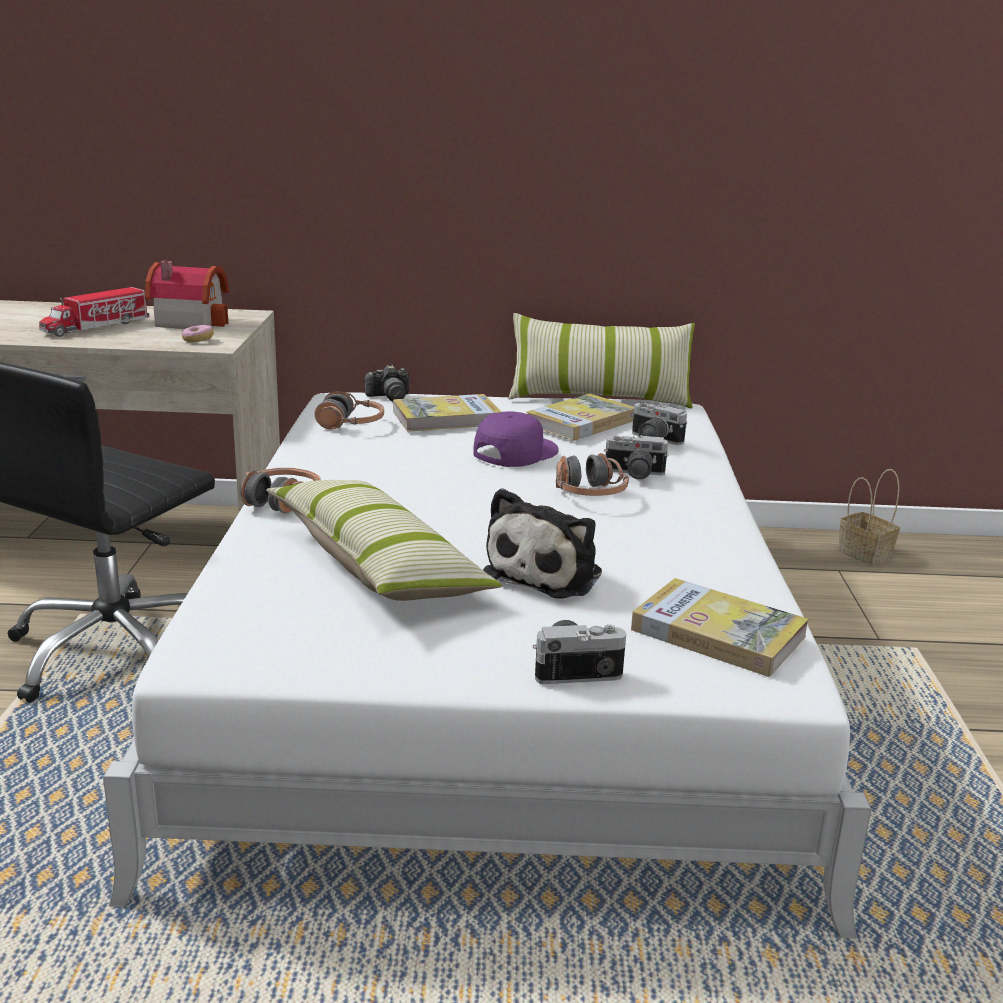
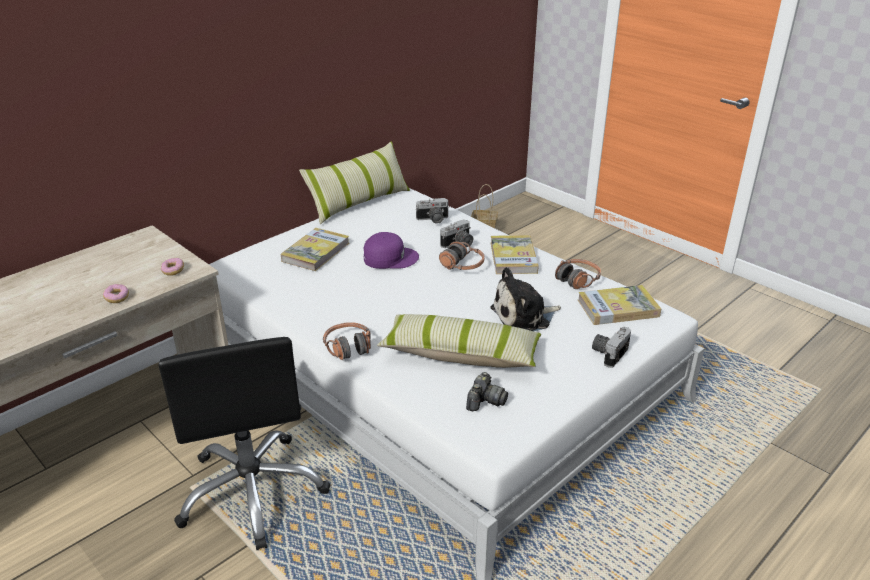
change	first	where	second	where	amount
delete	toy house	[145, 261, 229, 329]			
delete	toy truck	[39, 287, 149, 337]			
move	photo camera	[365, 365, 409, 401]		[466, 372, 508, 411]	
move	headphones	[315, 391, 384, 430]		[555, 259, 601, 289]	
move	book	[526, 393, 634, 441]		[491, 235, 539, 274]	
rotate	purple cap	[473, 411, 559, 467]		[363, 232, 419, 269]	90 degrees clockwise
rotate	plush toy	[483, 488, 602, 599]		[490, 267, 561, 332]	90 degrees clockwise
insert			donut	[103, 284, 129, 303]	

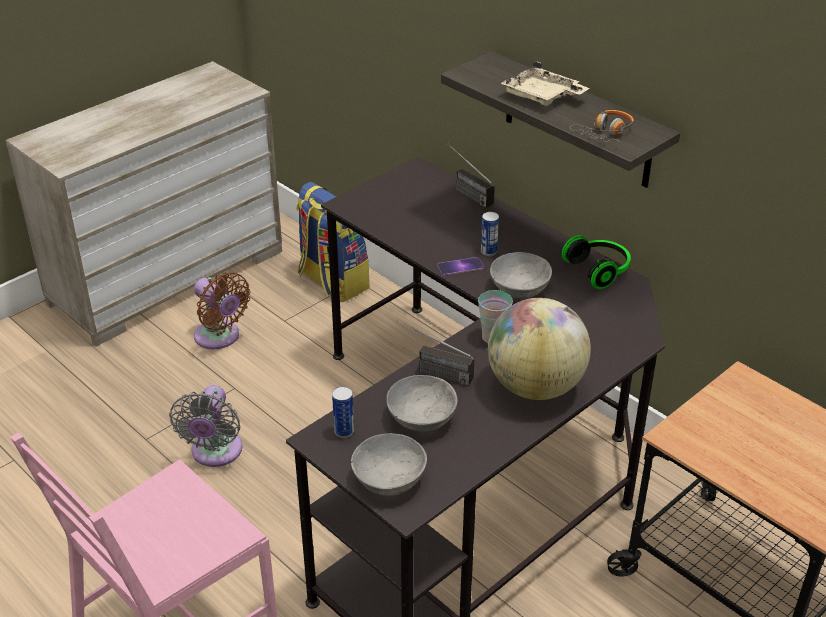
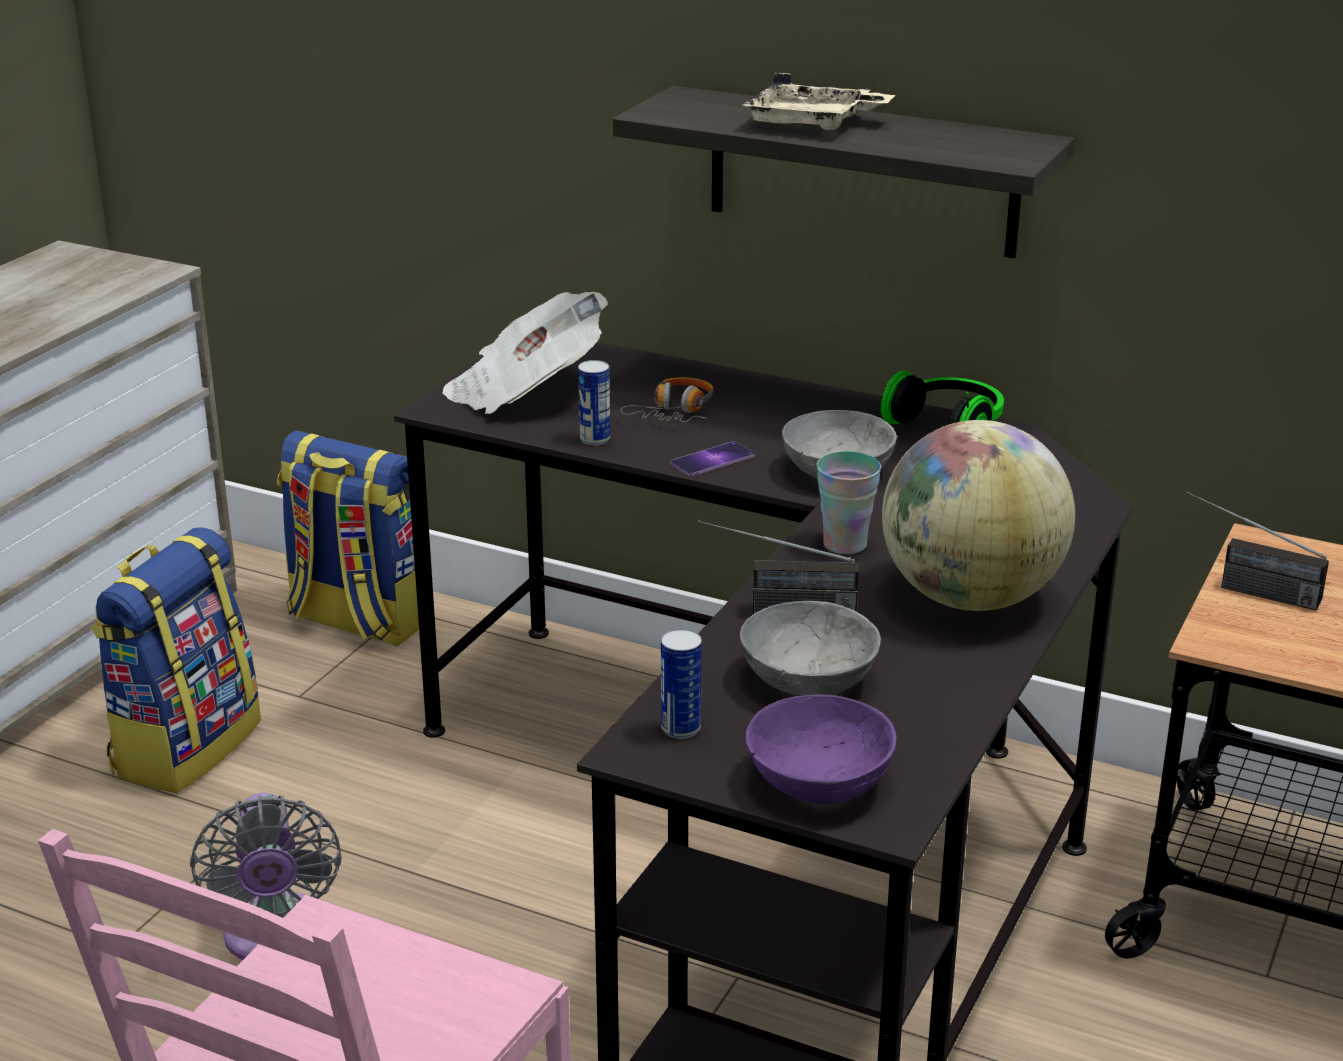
change	first	where	second	where	amount
move	headphones	[570, 110, 634, 142]		[620, 377, 714, 422]	
move	radio	[448, 144, 495, 208]		[1187, 491, 1329, 611]	
move	can	[481, 212, 499, 256]		[578, 360, 610, 446]	
replace	brown fan	[194, 272, 251, 349]	backpack	[91, 527, 261, 793]	
recolor	grey bowl	[351, 433, 427, 496]	purple bowl	[745, 694, 897, 804]	
insert			newspaper	[442, 292, 608, 414]	

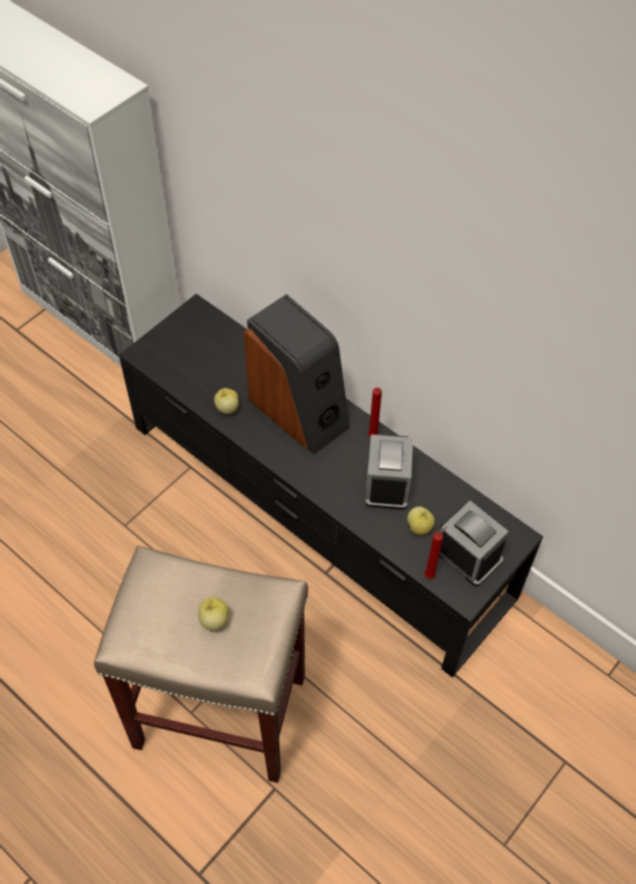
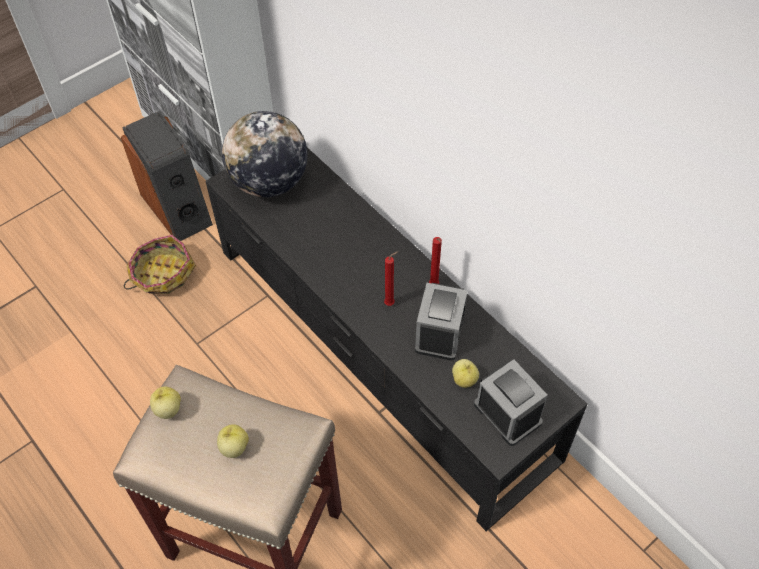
change	first	where	second	where	amount
move	speaker	[244, 294, 350, 454]		[121, 111, 213, 241]	
move	apple	[214, 388, 239, 414]		[150, 386, 181, 419]	
move	red candle	[424, 526, 448, 579]		[384, 251, 398, 306]	
insert			globe	[222, 111, 307, 197]	
insert			basket	[124, 235, 196, 294]	

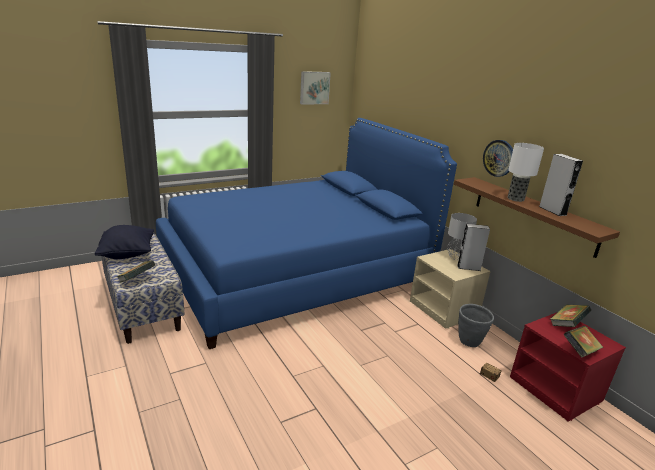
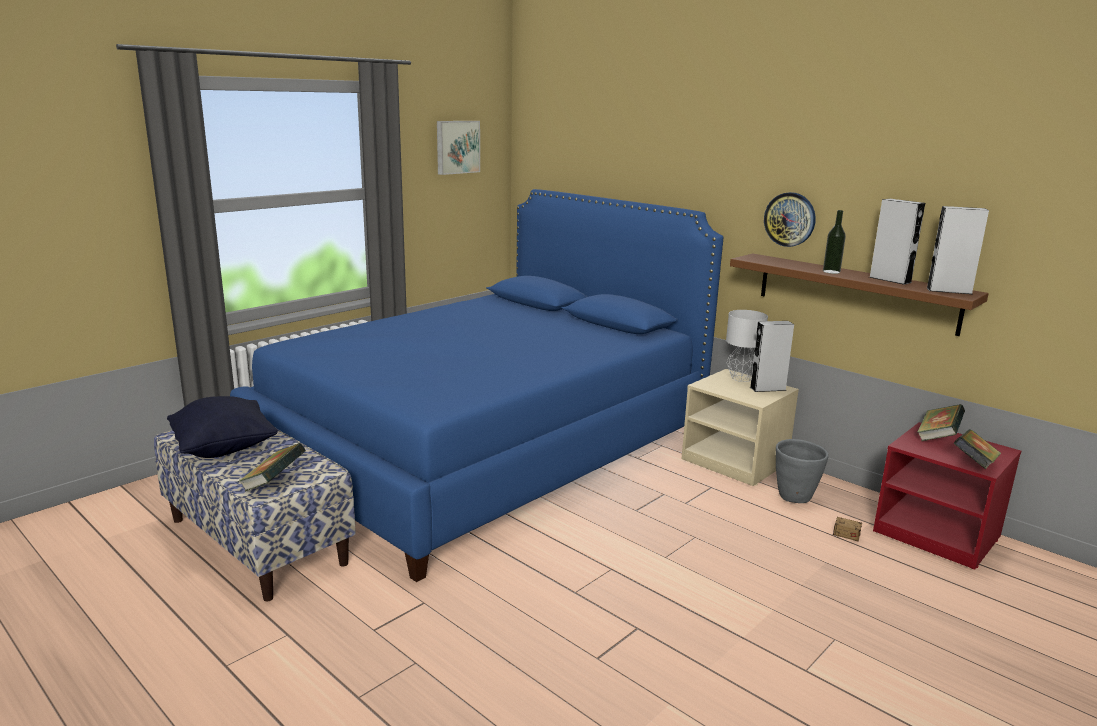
change	first	where	second	where	amount
replace	table lamp	[508, 143, 544, 202]	bottle	[823, 210, 846, 274]	
insert			grey speaker	[927, 206, 989, 294]	

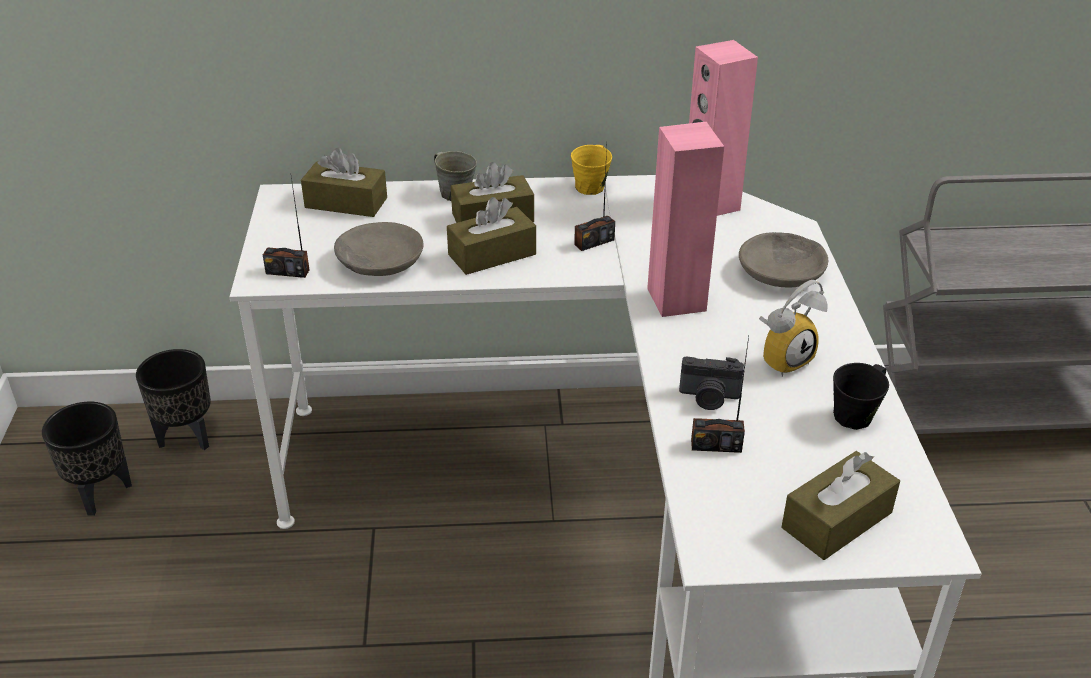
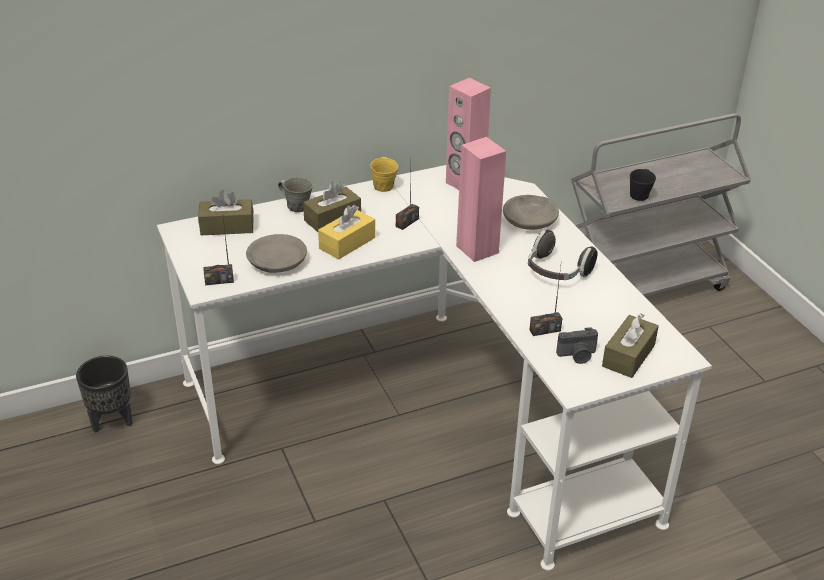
change	first	where	second	where	amount
recolor	brown tissue box	[447, 197, 536, 275]	yellow tissue box	[318, 205, 375, 260]	
replace	alarm clock	[759, 280, 827, 377]	headphones	[528, 230, 597, 280]	
move	photo camera	[679, 357, 744, 410]		[556, 328, 598, 364]	
move	black mug	[833, 363, 889, 430]		[630, 169, 656, 201]	
delete	black planter	[42, 402, 132, 516]			

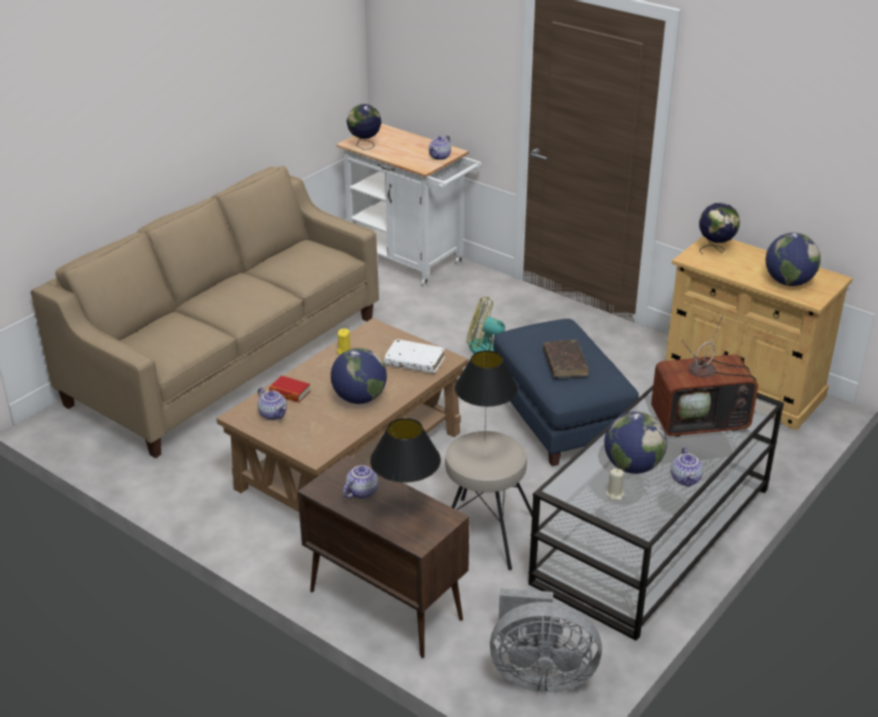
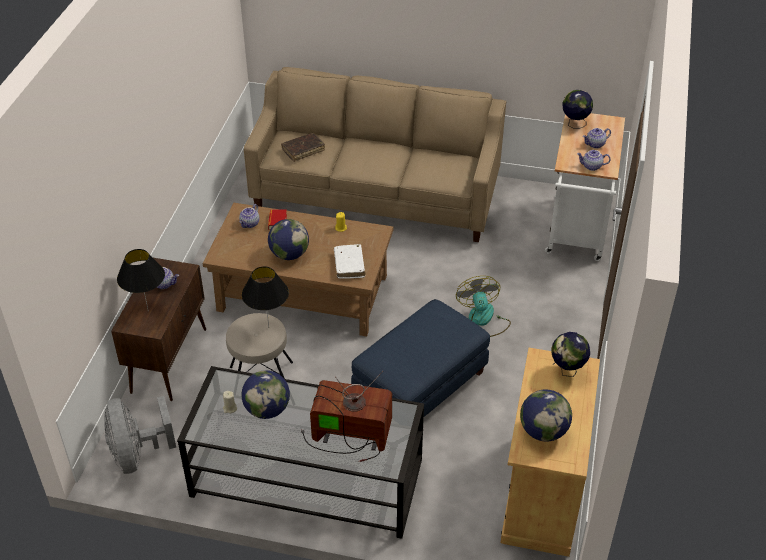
change	first	where	second	where	amount
rotate	television	[651, 315, 758, 437]		[301, 371, 392, 462]	135 degrees clockwise
move	brown book	[543, 340, 588, 378]		[281, 133, 325, 162]	
move	teapot	[671, 447, 703, 487]		[583, 128, 611, 149]	

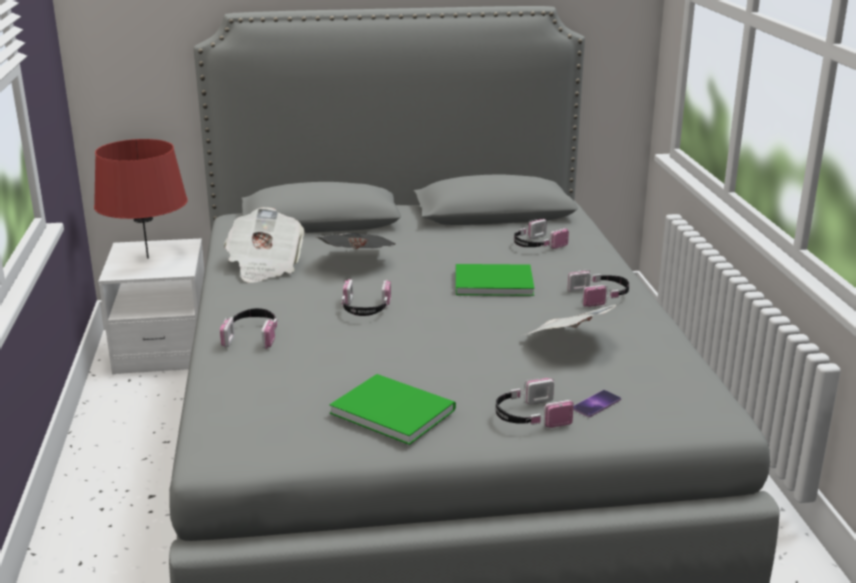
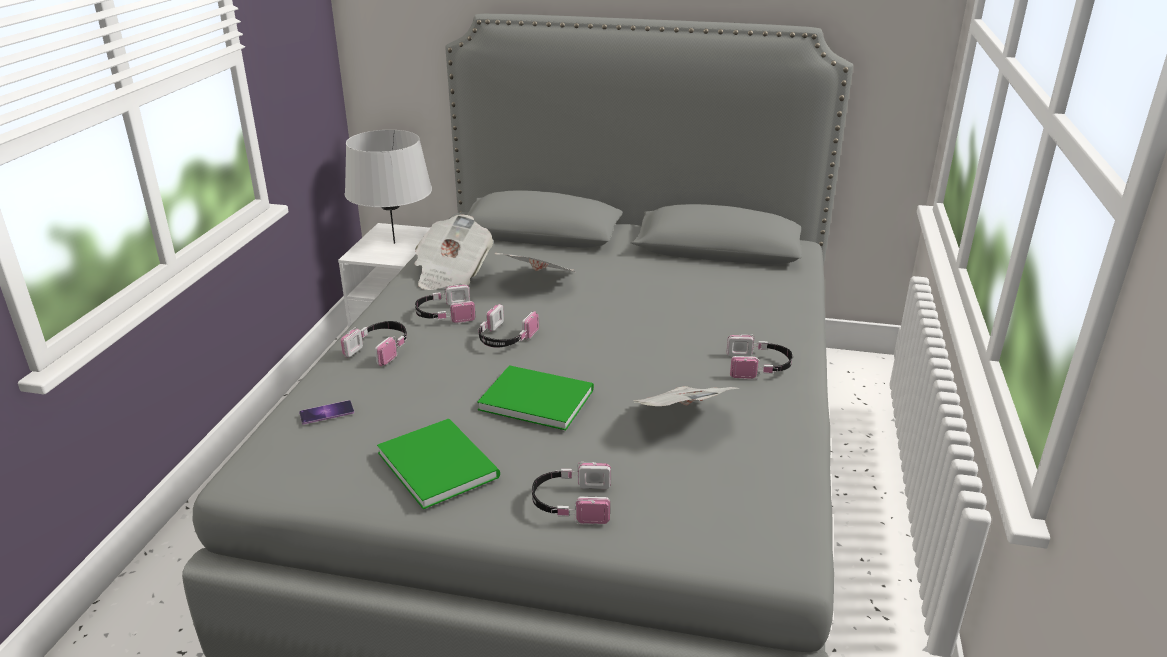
change	first	where	second	where	amount
recolor	red table lamp	[94, 139, 188, 259]	grey table lamp	[345, 130, 432, 244]	
move	headphones	[514, 219, 569, 250]		[415, 284, 475, 324]	
move	green book	[456, 264, 534, 296]		[477, 365, 594, 430]	
move	phone	[573, 390, 621, 417]		[299, 400, 354, 424]	

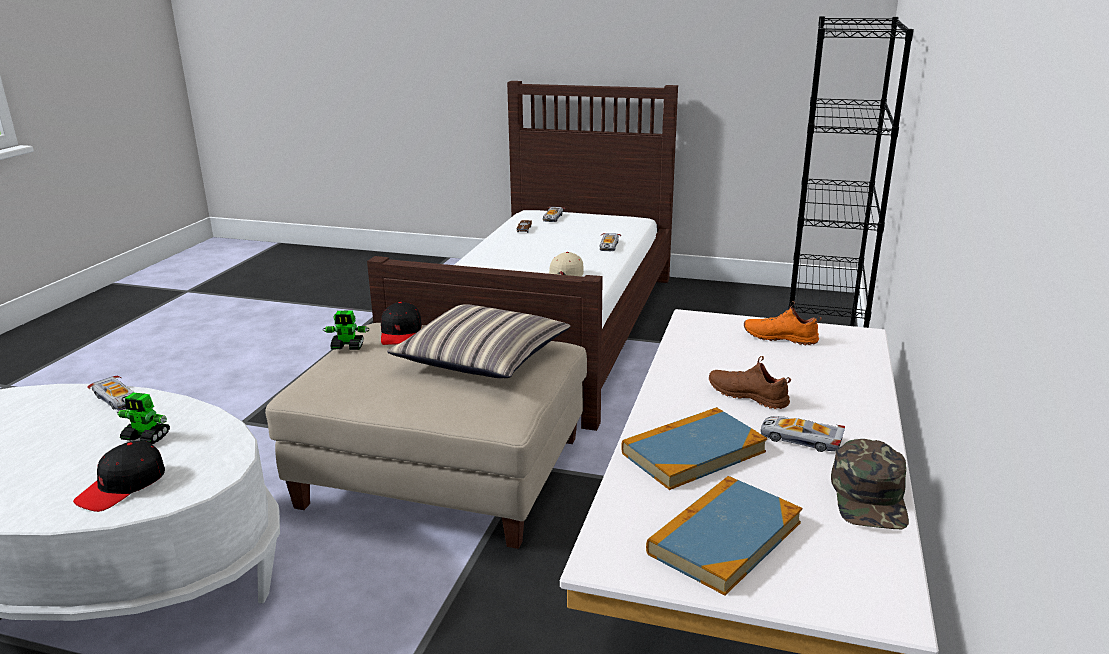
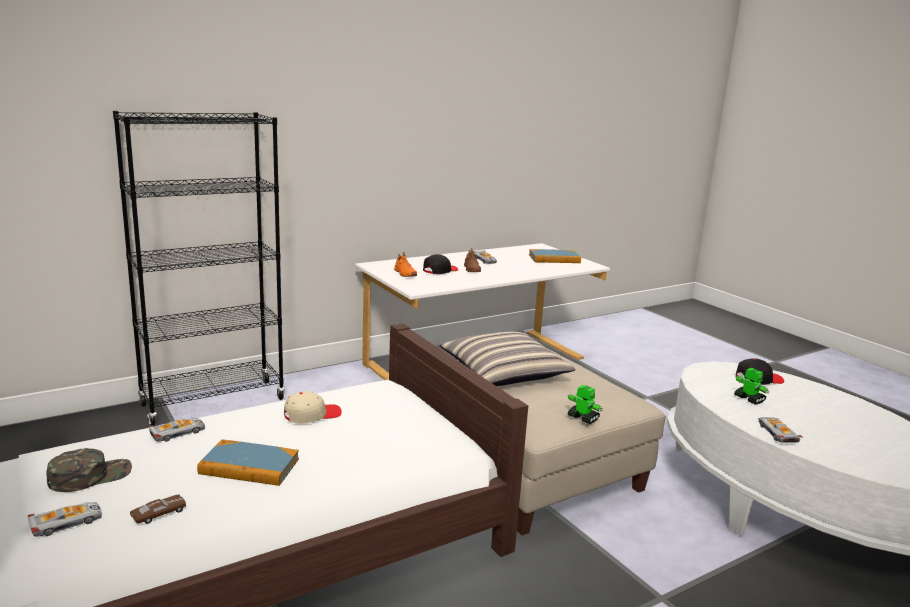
change	first	where	second	where	amount
move	black cap	[381, 302, 422, 345]		[423, 254, 458, 274]	
move	book	[621, 407, 767, 490]		[197, 439, 299, 486]	
move	green cap	[831, 439, 909, 529]		[47, 448, 132, 492]	

